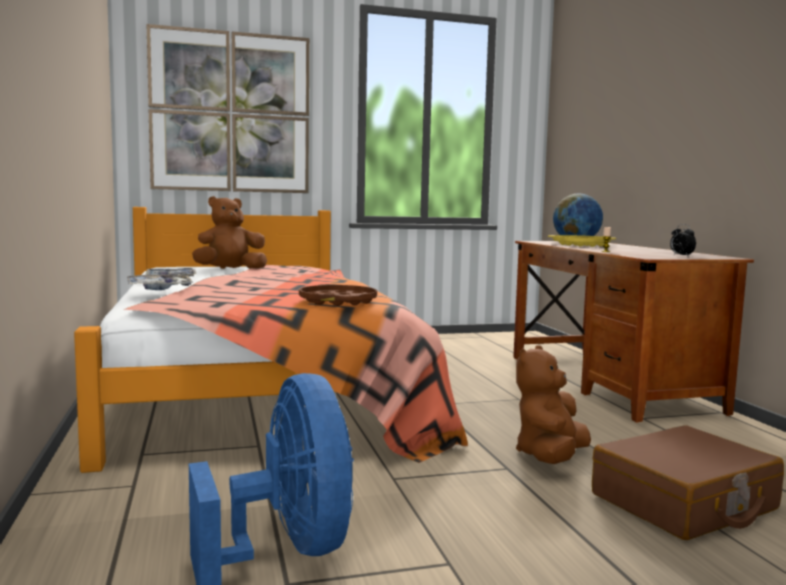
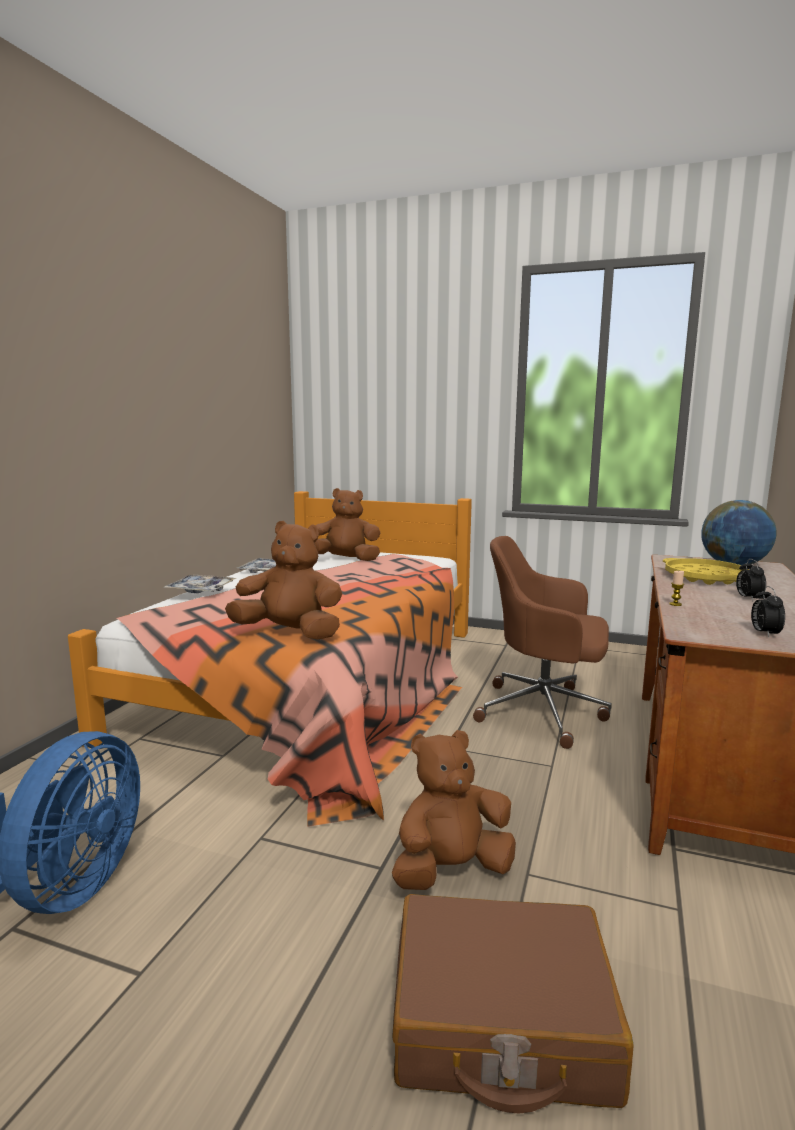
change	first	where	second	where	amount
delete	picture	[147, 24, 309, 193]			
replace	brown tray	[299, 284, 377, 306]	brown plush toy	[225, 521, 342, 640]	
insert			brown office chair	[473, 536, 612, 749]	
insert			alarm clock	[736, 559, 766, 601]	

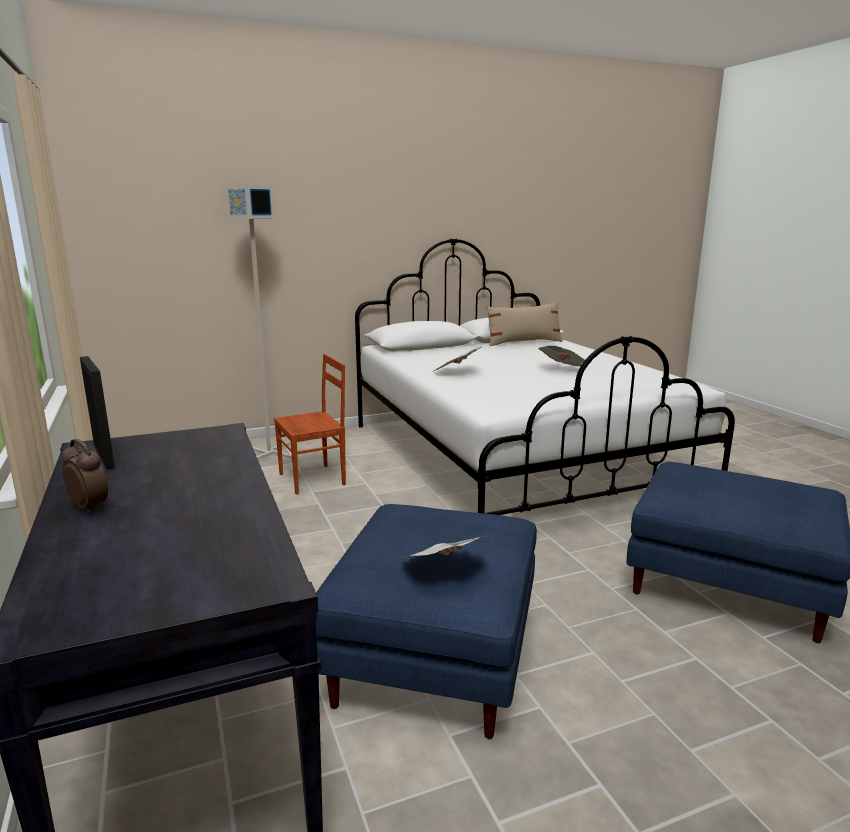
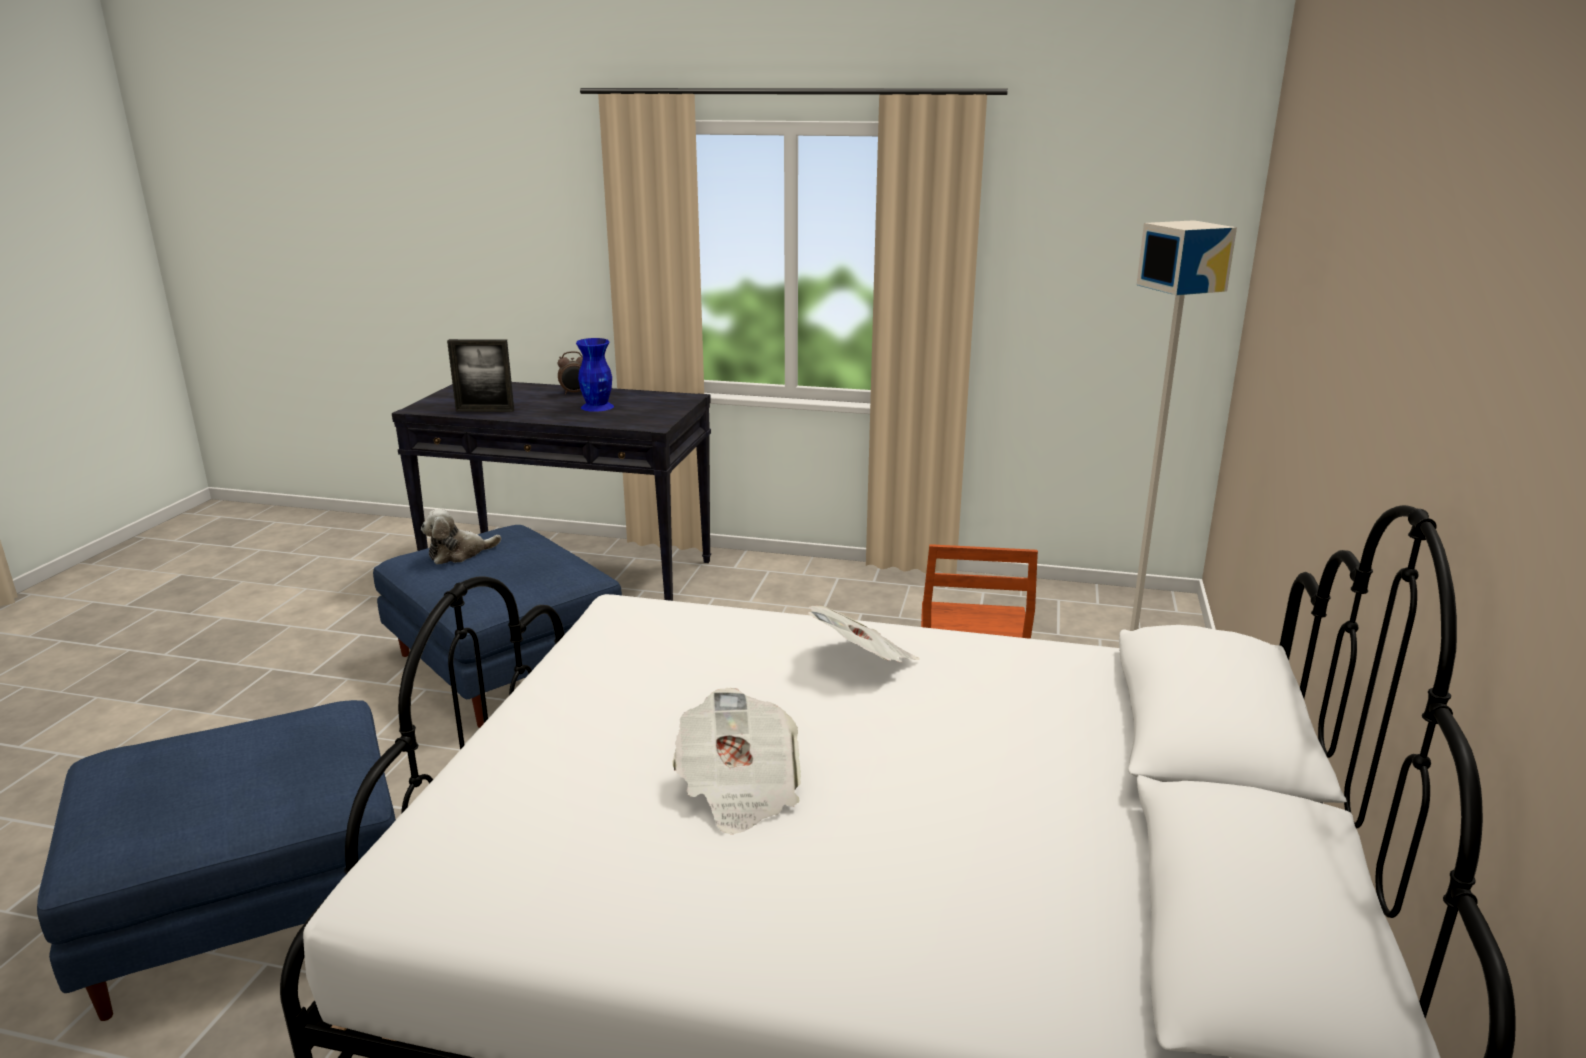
change	first	where	second	where	amount
delete	beige pillow	[486, 302, 563, 346]			
move	picture frame	[80, 356, 115, 470]		[447, 339, 514, 412]	
replace	newspaper	[401, 535, 490, 558]	plush toy	[421, 509, 501, 564]	
insert			blue vase	[576, 338, 614, 412]	

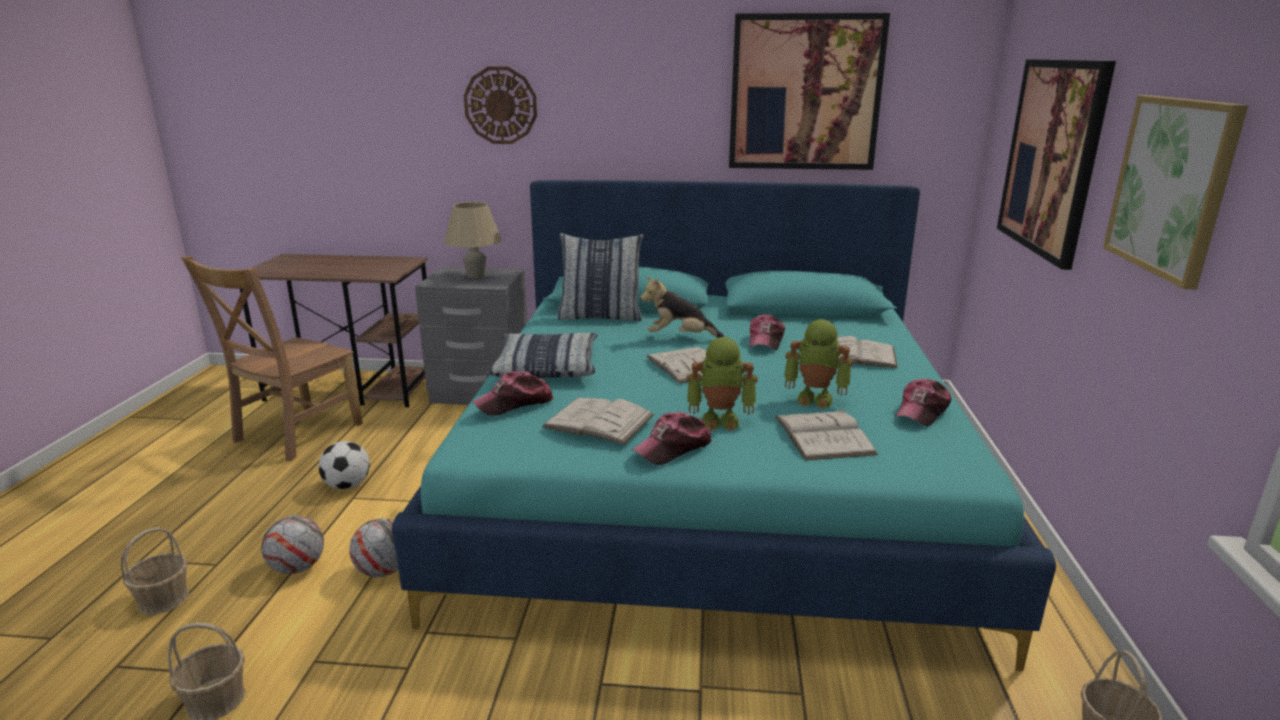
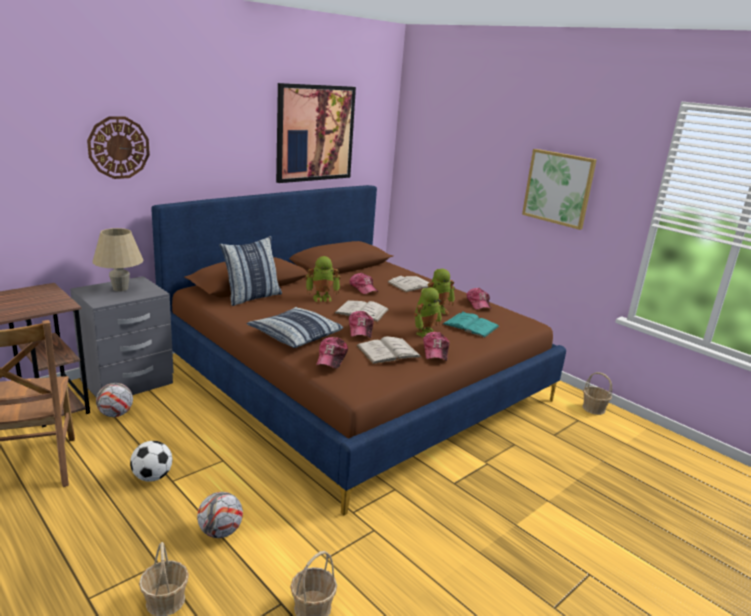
change	first	where	second	where	amount
delete	picture	[997, 59, 1116, 270]			
recolor	turquoise bed	[392, 180, 1056, 671]	brown bed	[151, 185, 566, 515]	
replace	plush toy	[640, 276, 724, 337]	toy robot	[306, 256, 340, 303]	
recolor	white book	[775, 408, 878, 461]	turquoise book	[442, 312, 499, 338]	
move	football	[349, 518, 399, 577]		[96, 383, 133, 417]	
insert			cap	[349, 311, 374, 338]	

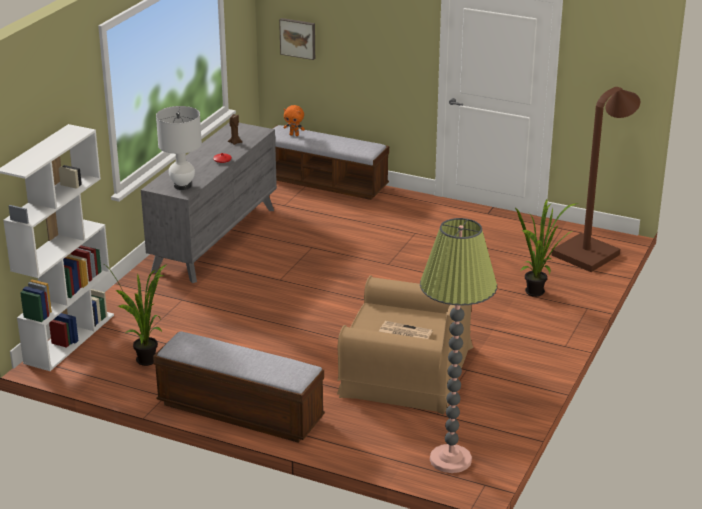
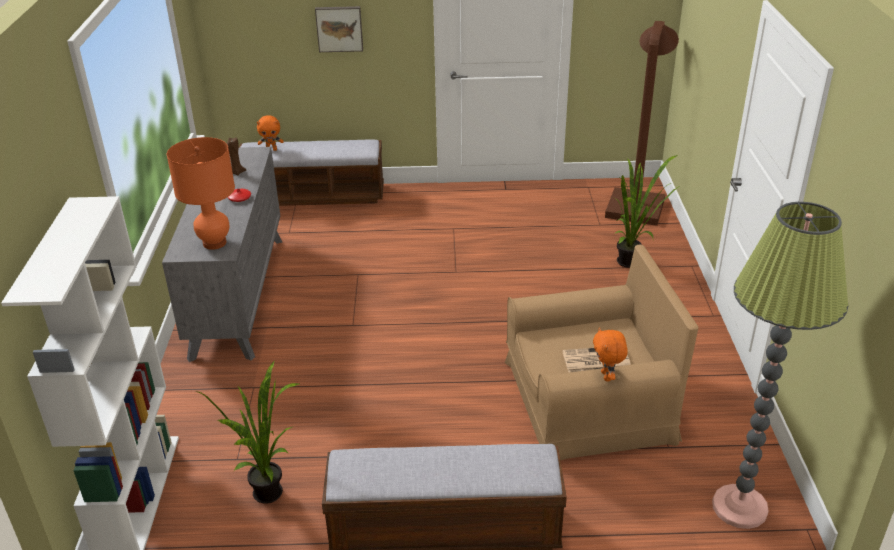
change	first	where	second	where	amount
move	picture	[279, 18, 315, 60]		[315, 6, 363, 52]	
recolor	white table lamp	[156, 106, 202, 190]	orange table lamp	[166, 137, 235, 250]	
insert			orange plush toy	[593, 327, 628, 382]	

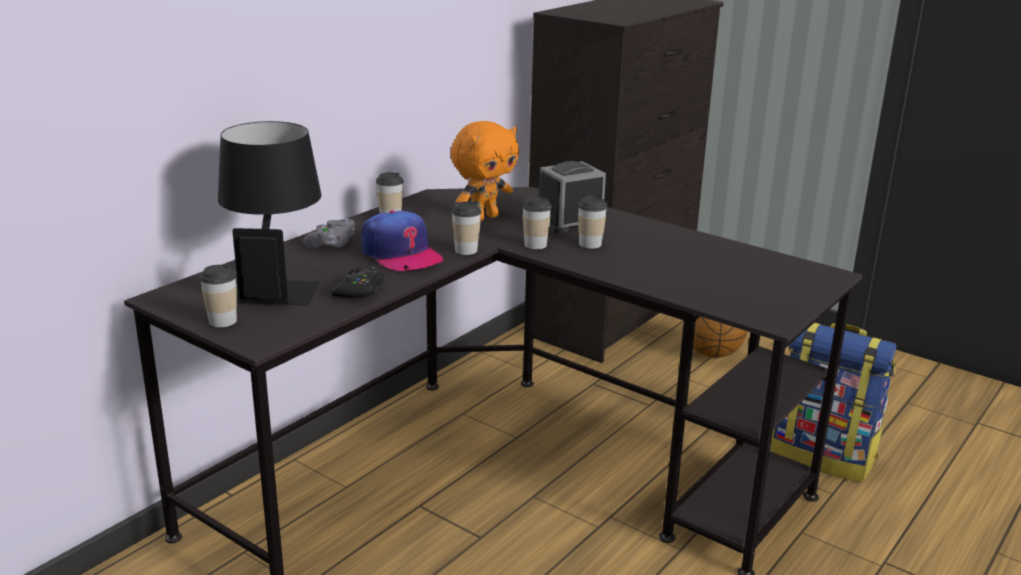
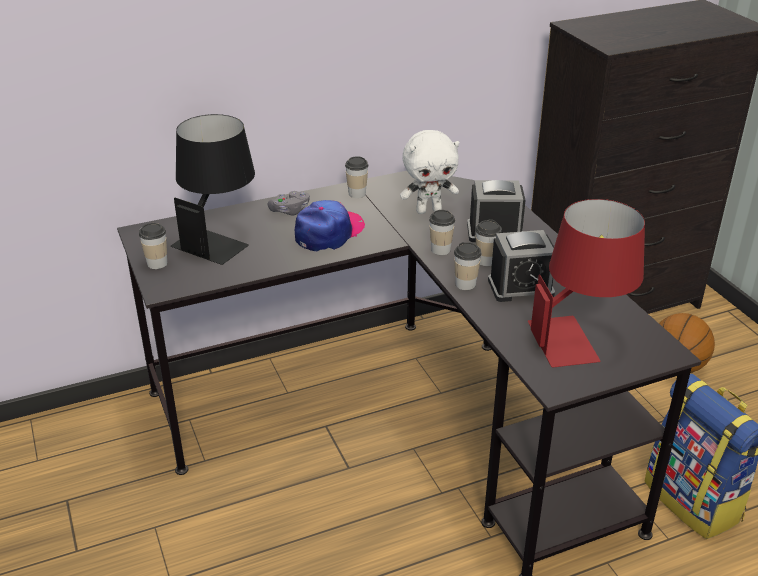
change	first	where	second	where	amount
recolor	orange plush toy	[450, 121, 519, 221]	white plush toy	[400, 130, 459, 214]	
move	cup	[451, 202, 482, 255]		[454, 242, 482, 290]	
rotate	cap	[361, 210, 443, 271]		[295, 200, 365, 251]	135 degrees counterclockwise
delete	black game controller	[331, 266, 385, 300]			
insert			red table lamp	[528, 199, 645, 367]	
insert			alarm clock	[488, 230, 555, 302]	

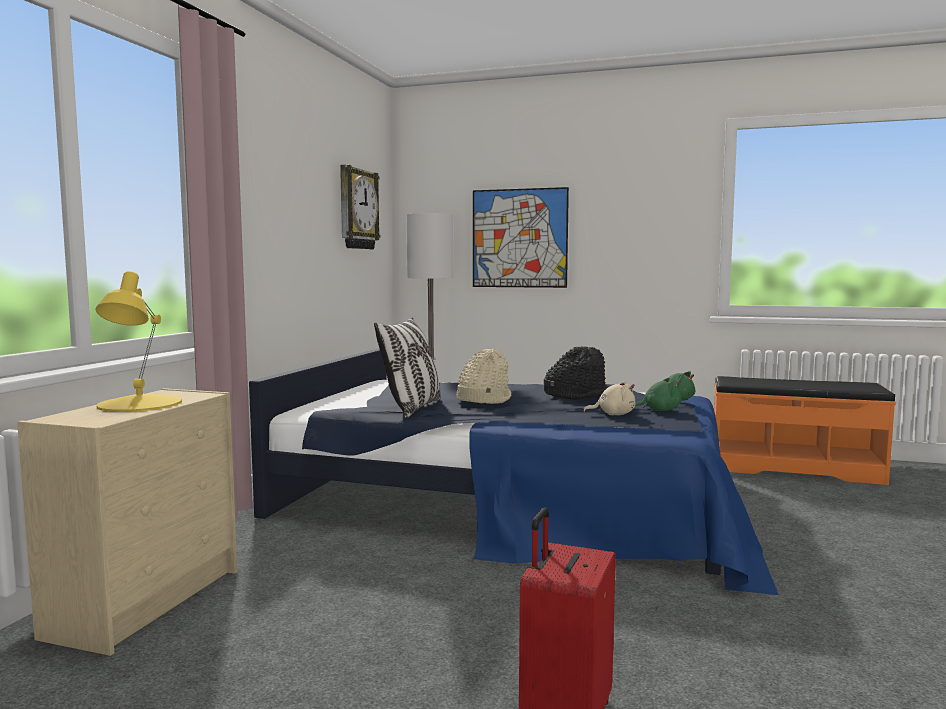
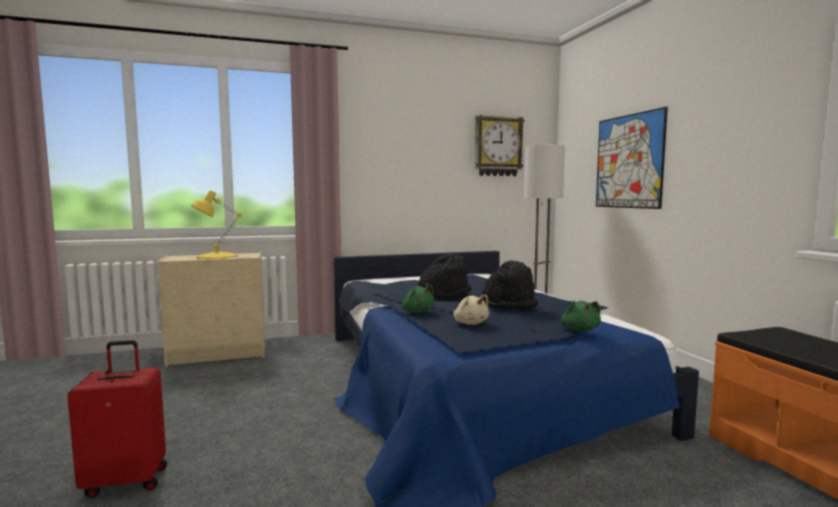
change	first	where	second	where	amount
delete	pillow	[374, 318, 441, 419]			
recolor	beige hat	[456, 349, 511, 404]	black hat	[418, 254, 471, 298]	
move	green plush toy	[635, 378, 681, 411]		[402, 285, 435, 313]	

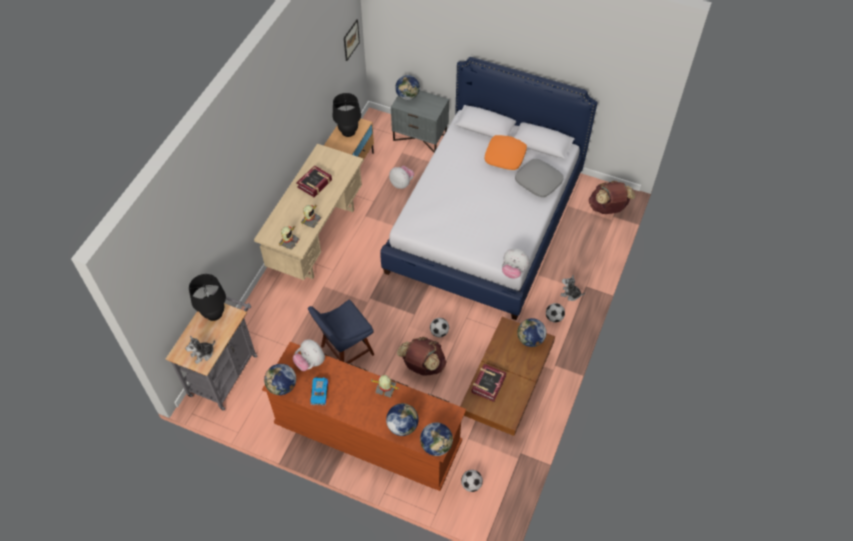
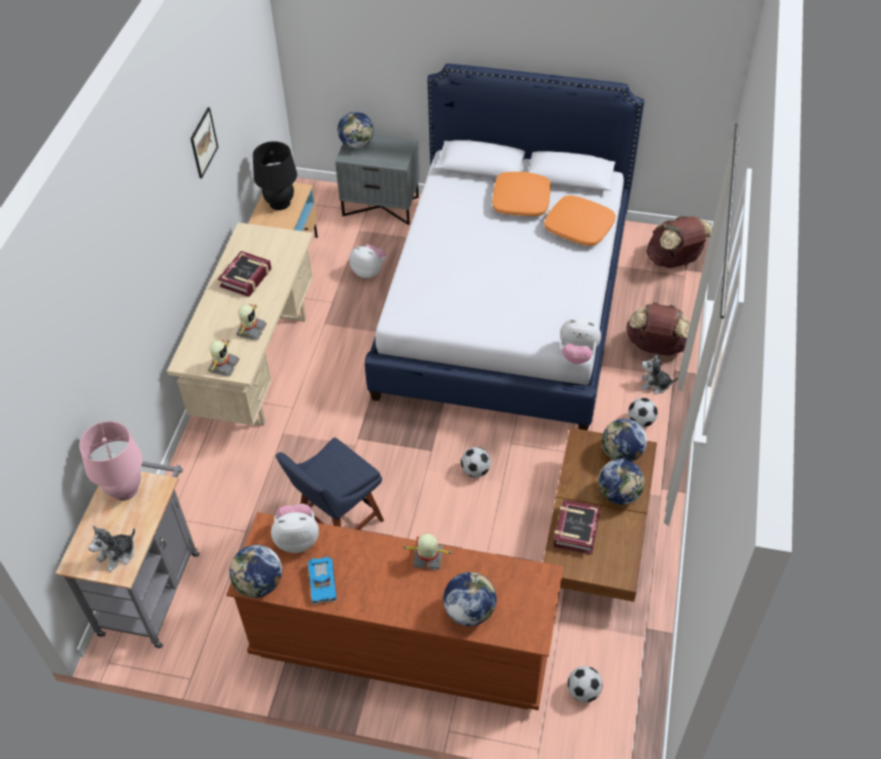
change	first	where	second	where	amount
move	picture	[344, 20, 360, 61]		[190, 107, 218, 179]	
recolor	grey pillow	[515, 159, 564, 197]	orange pillow	[544, 195, 616, 246]	
recolor	black table lamp	[189, 274, 226, 321]	pink table lamp	[79, 421, 142, 501]	
move	brown backpack	[397, 337, 446, 376]		[626, 302, 690, 356]	
rotate	plush toy	[293, 339, 325, 371]		[271, 504, 319, 553]	135 degrees clockwise
move	globe	[420, 423, 453, 456]		[598, 459, 645, 505]	

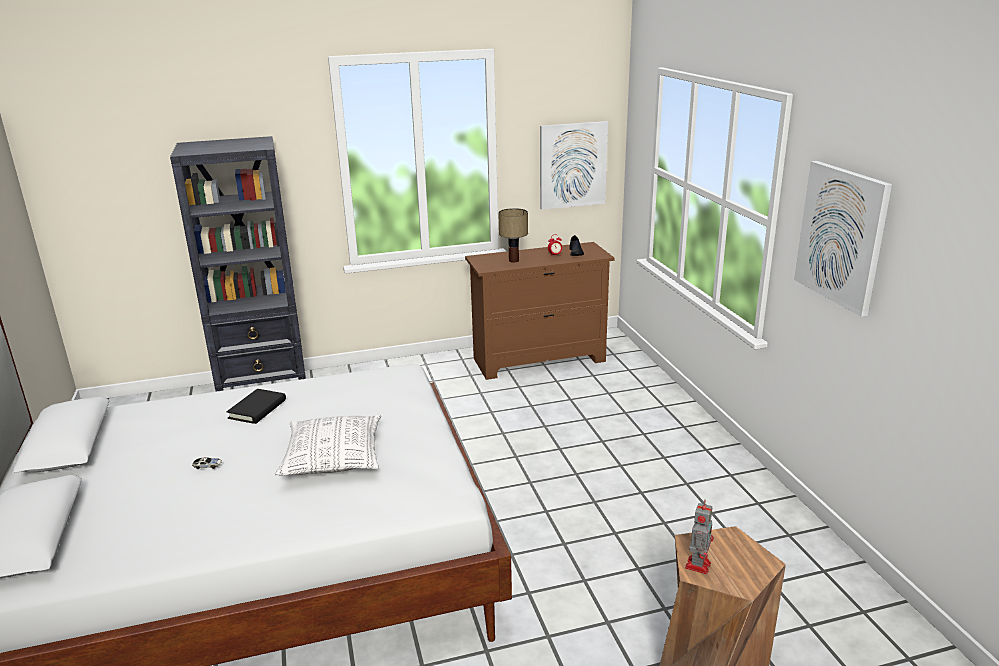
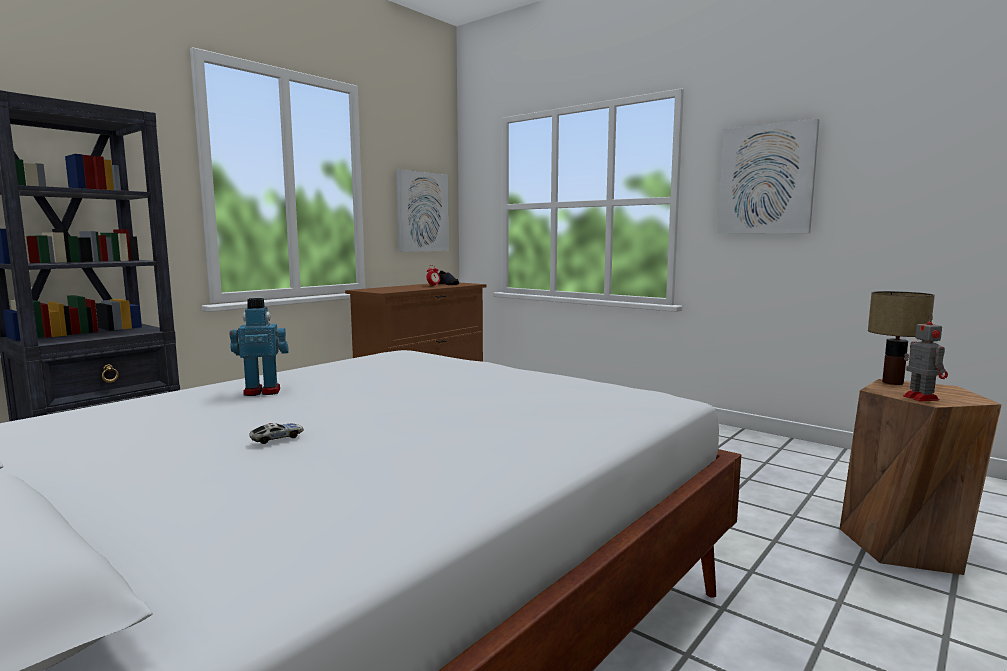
change	first	where	second	where	amount
move	table lamp	[498, 208, 528, 263]		[868, 291, 935, 385]	
replace	black book	[227, 389, 286, 424]	toy robot	[230, 298, 289, 396]	
delete	pillow	[275, 415, 381, 476]			

